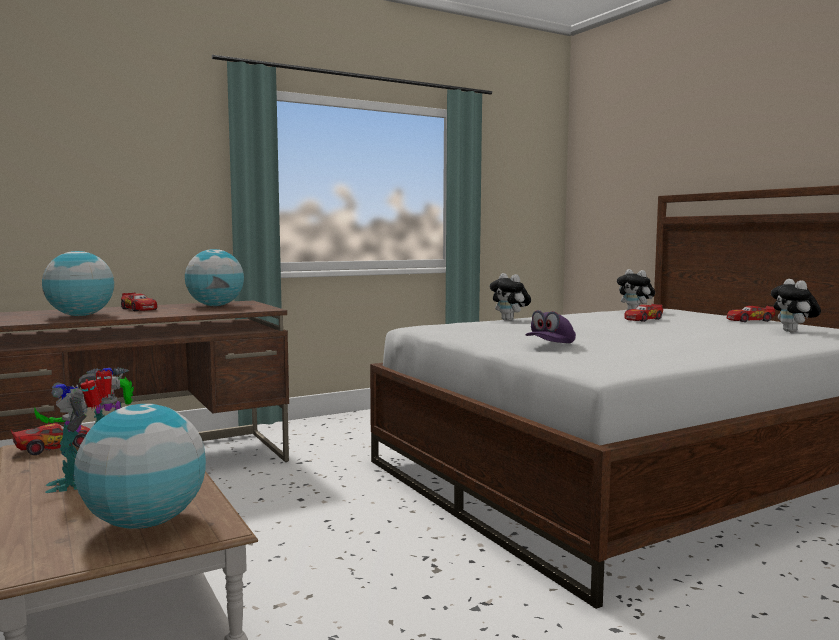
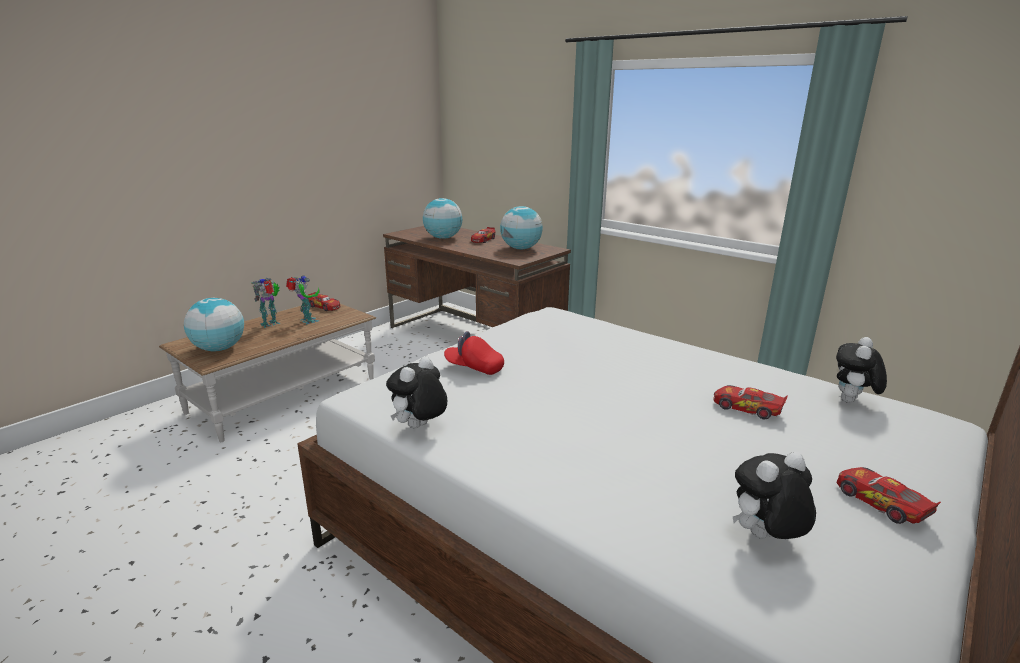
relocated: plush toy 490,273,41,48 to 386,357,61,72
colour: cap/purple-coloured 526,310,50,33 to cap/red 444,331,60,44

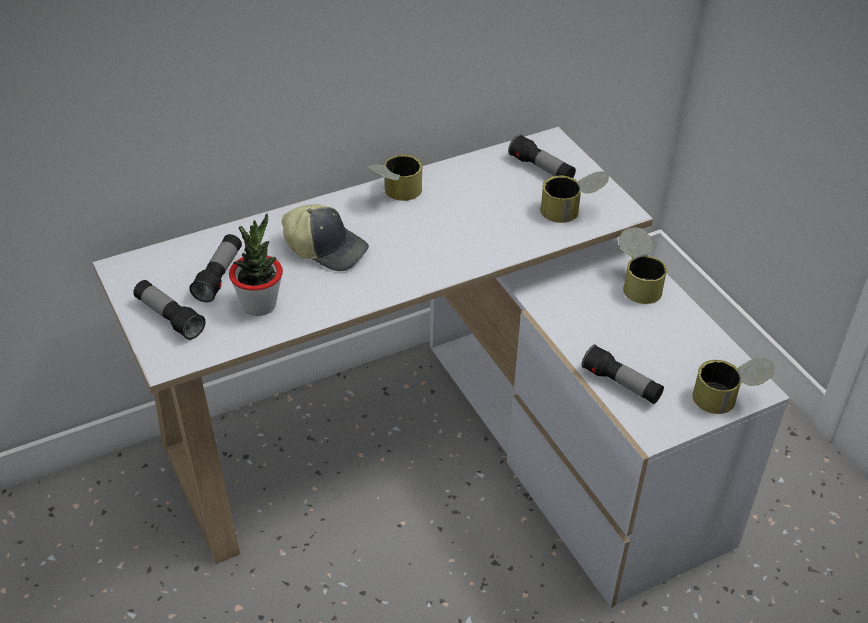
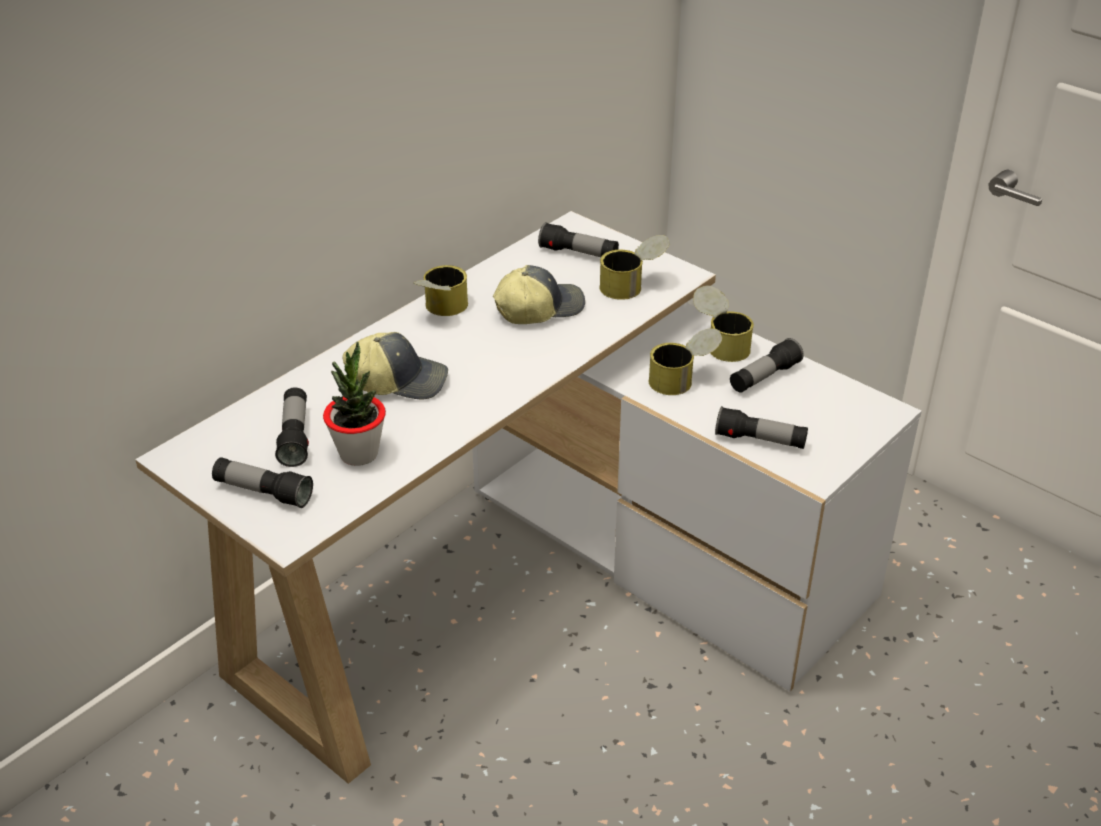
appeared: cap 493,265,92,59; flashlight 730,338,74,55
relocated: can 692,358,83,56 to 649,328,73,67

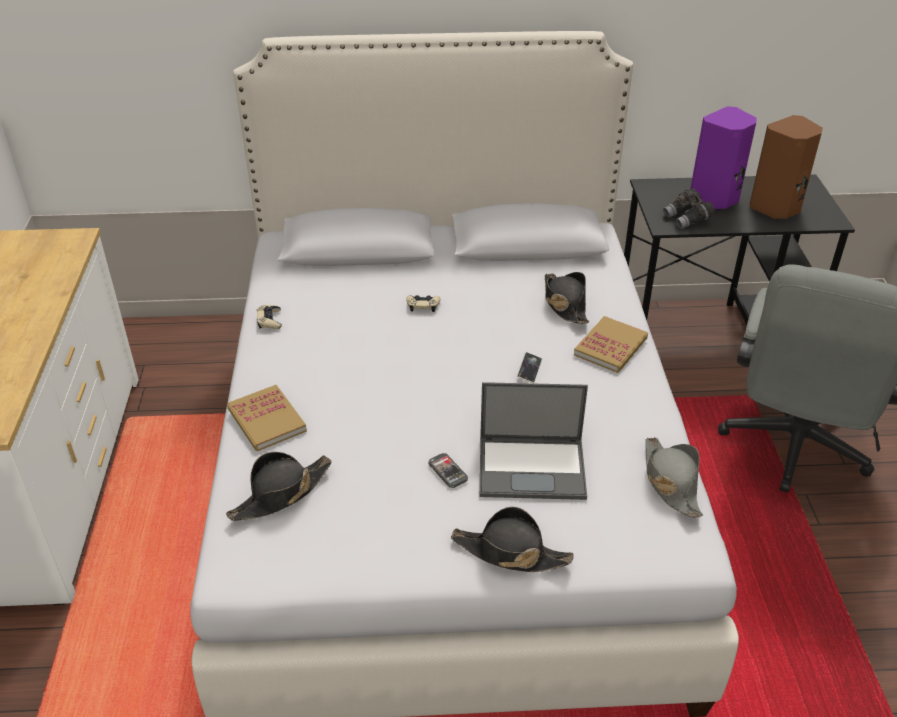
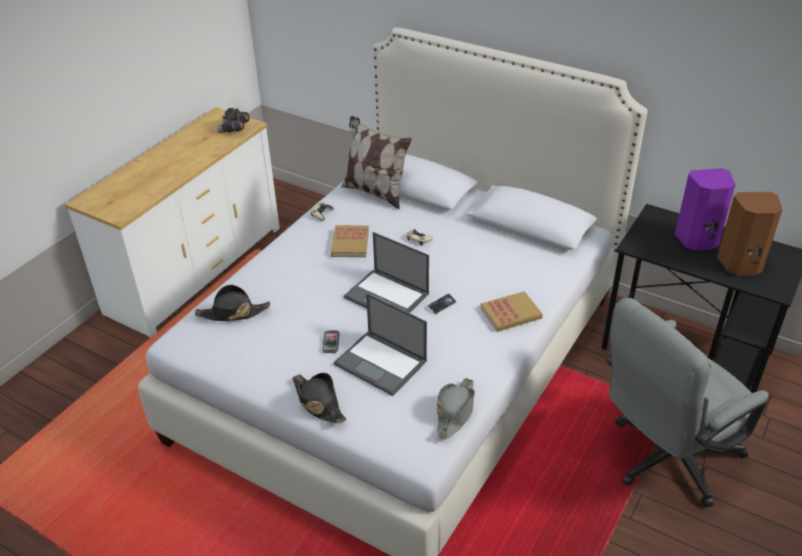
missing: clothing hat/blackish 545,272,44,52
appeared: throw pillow 341,116,71,93; laptop 344,232,85,81
relocated: binoculars/grey 663,189,52,40 to 217,108,33,25; book 227,385,80,66 to 331,225,38,32

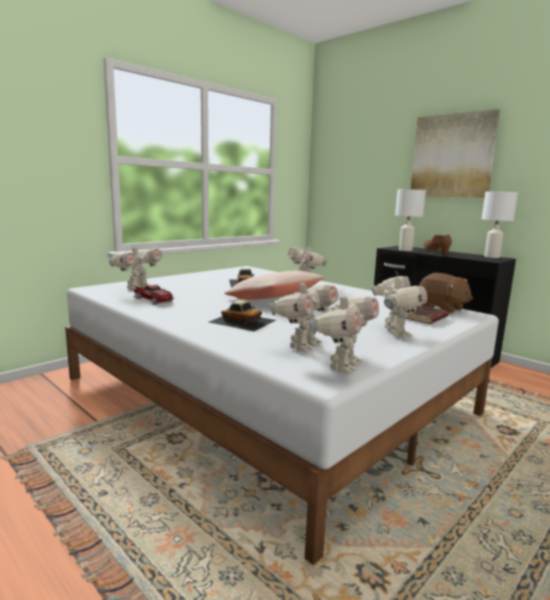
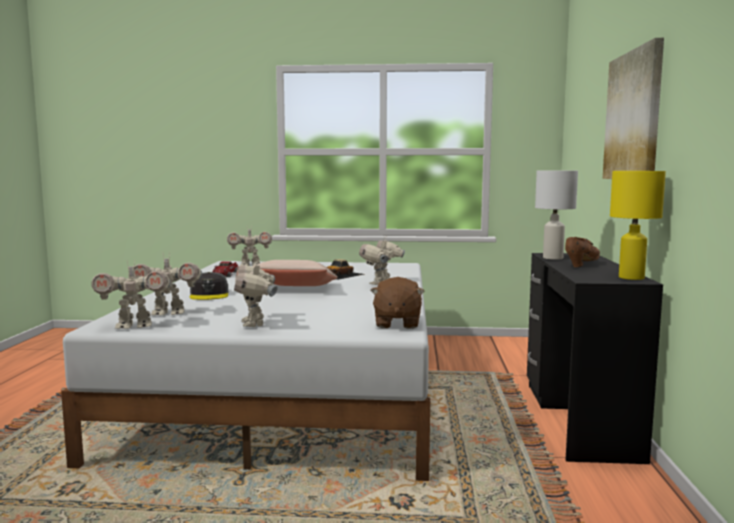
missing: book/brown 406,305,43,19
exchanged: toy car 209,300,67,31 to cap/grey 190,272,38,28
colour: tabletop lamp/whitish 482,191,36,67 to tabletop lamp/yellowish 610,171,56,109
spun: model robot 372,271,56,66 = 234,258,44,69 120 degrees clockwise

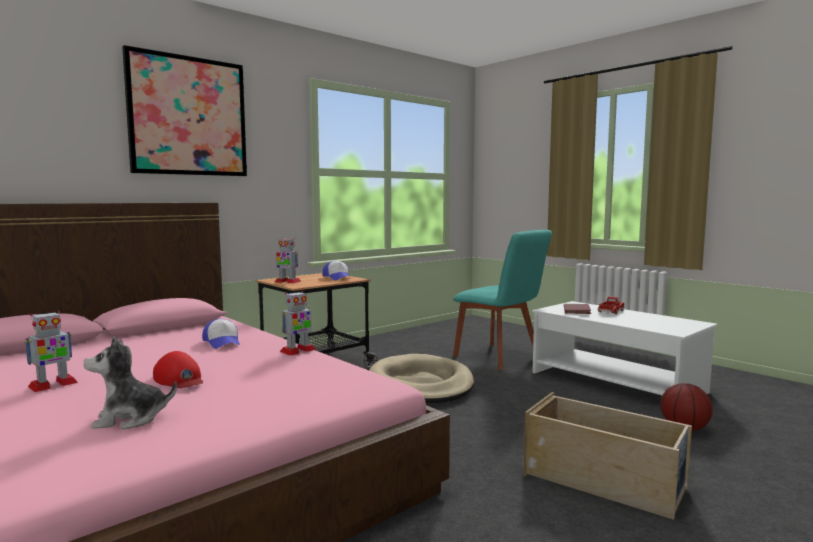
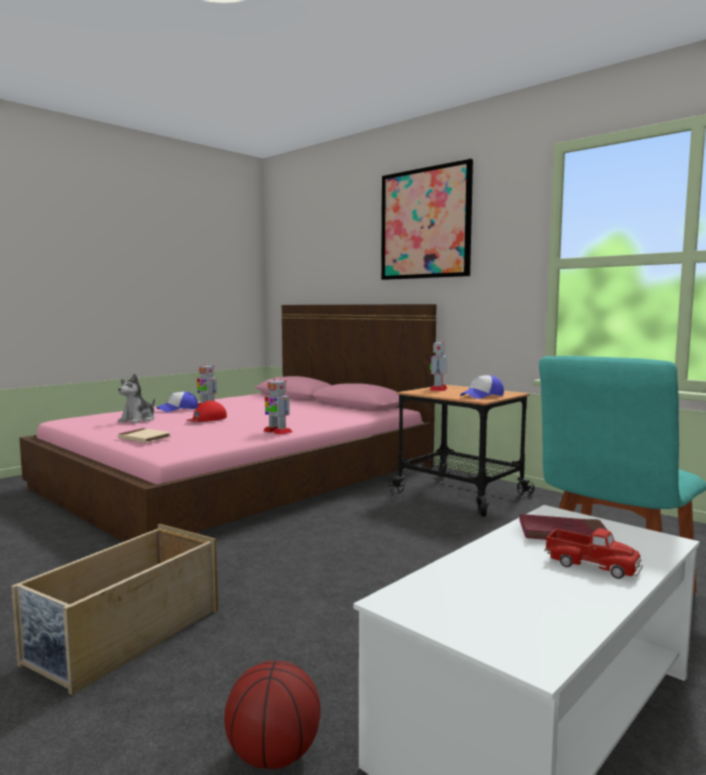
missing: dog bed/sand-coloured 369,354,105,49
appeared: book/sand-coloured 118,428,54,15
relocated: cap 202,319,38,30 to 157,392,41,20
spun: plush toy 84,336,93,94 = 118,374,37,49 135 degrees counterclockwise

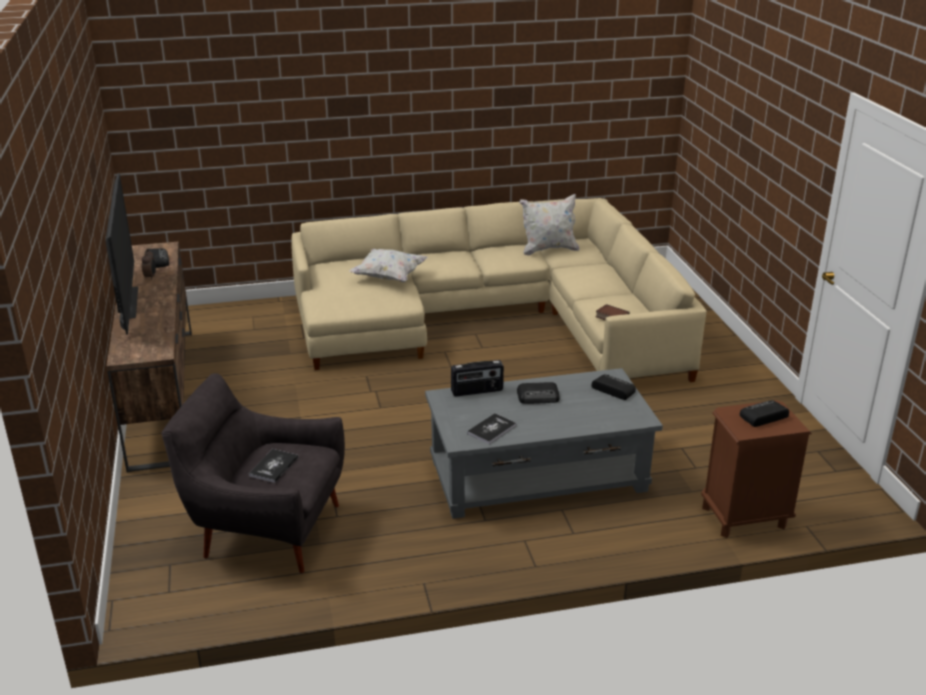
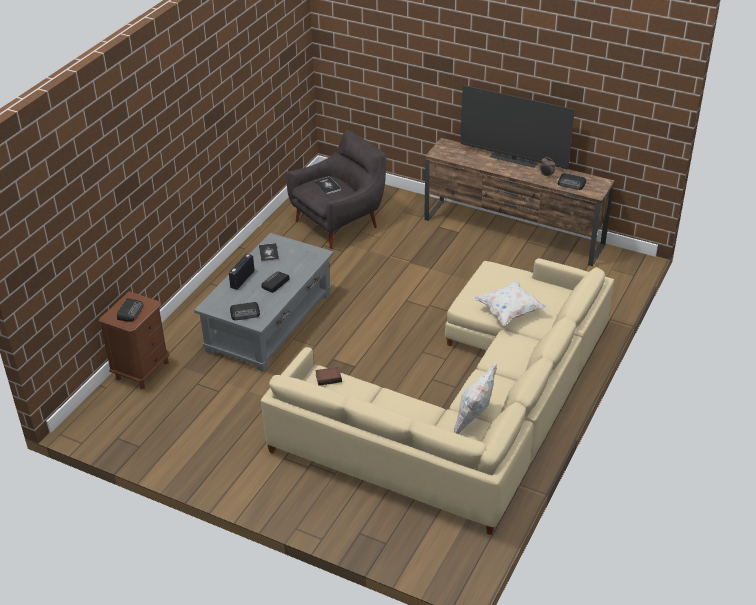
relocated: radio set 451,360,53,36 to 229,254,25,36

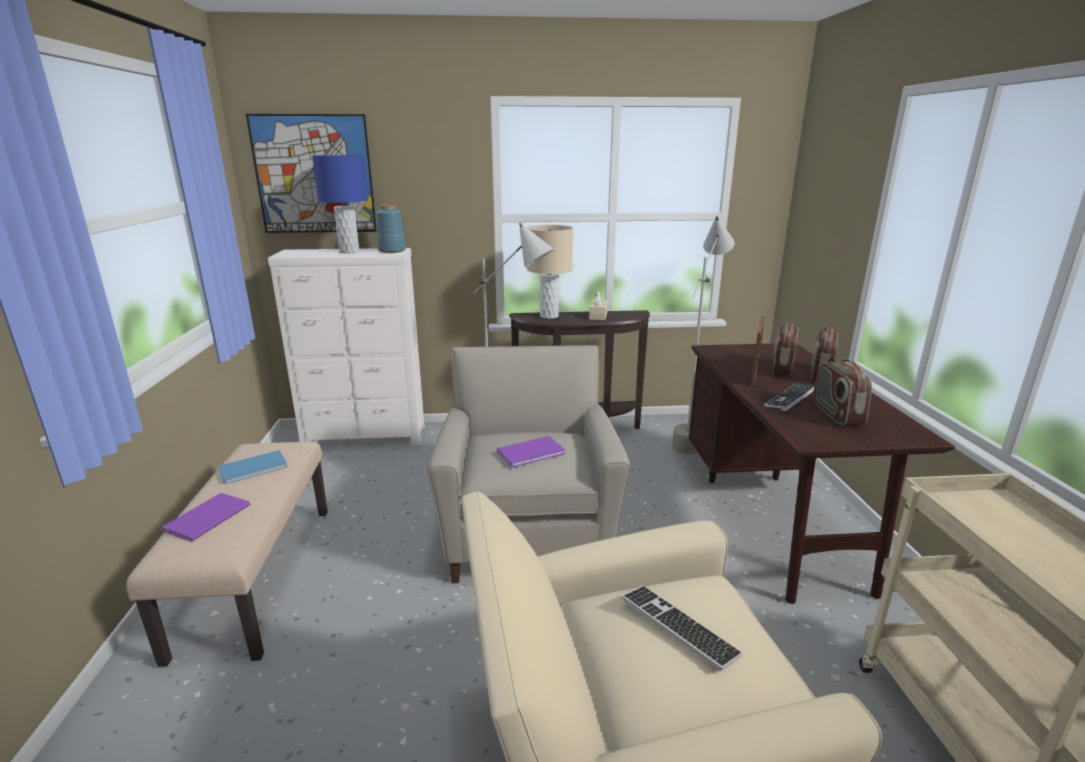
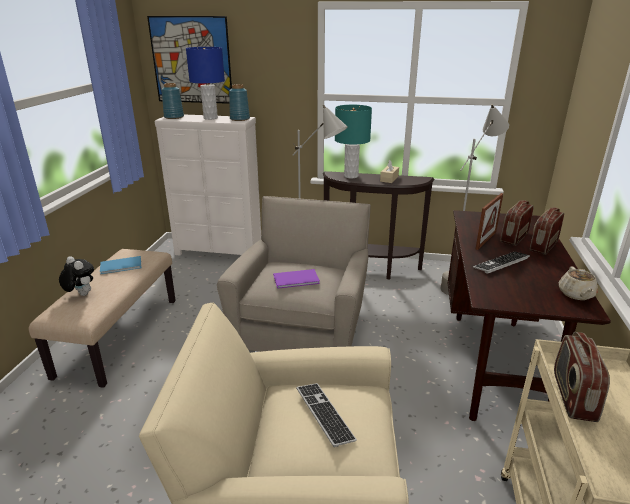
appeared: flower vase/blue-coloured 162,83,22,36; teapot/sand-coloured 559,266,39,34
relocated: radio set 813,358,59,68 to 554,332,56,90
exchanged: book/purple-coloured 162,493,88,49 to plush toy 59,256,35,40
colour: tabletop lamp/sand-coloured 527,225,46,94 to tabletop lamp/turquoise-coloured 335,105,37,73

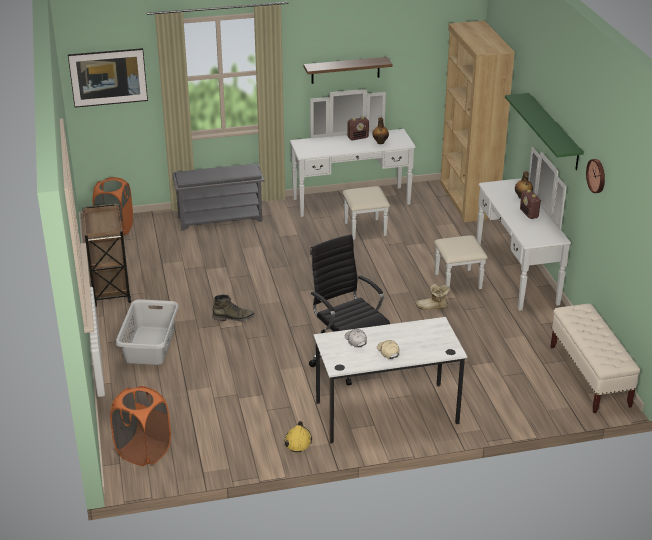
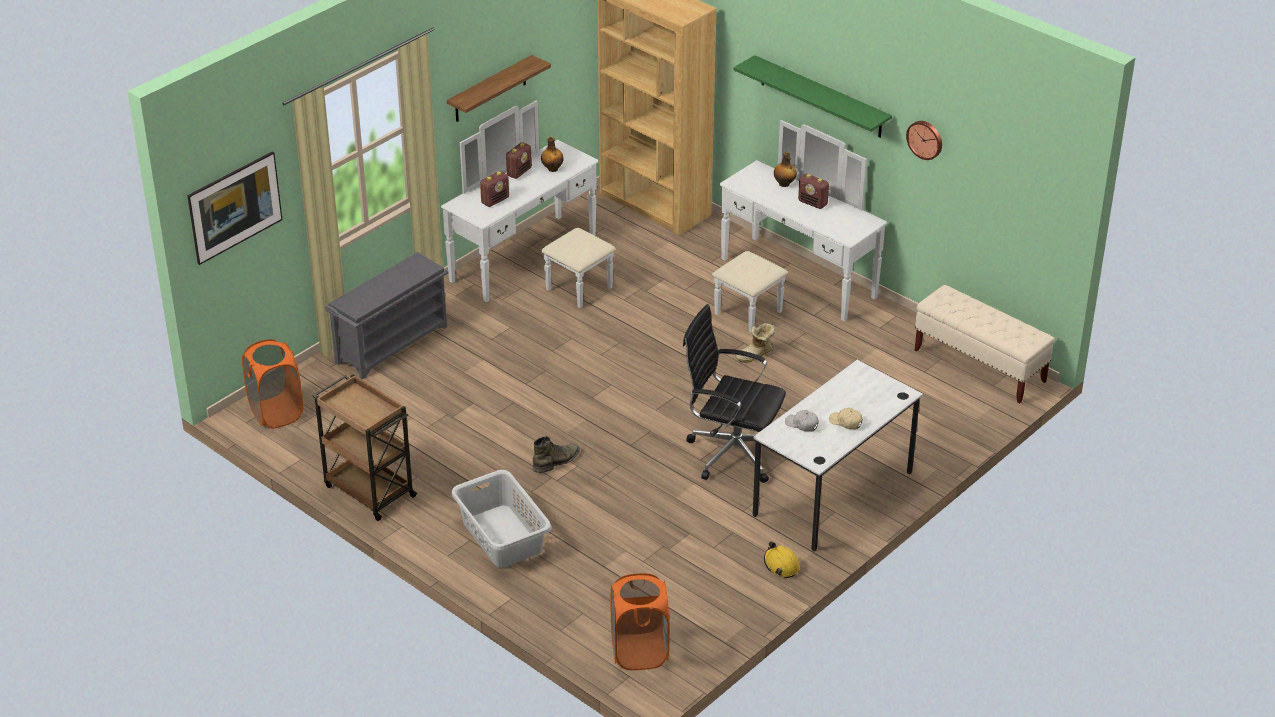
appeared: radio set 480,171,29,36

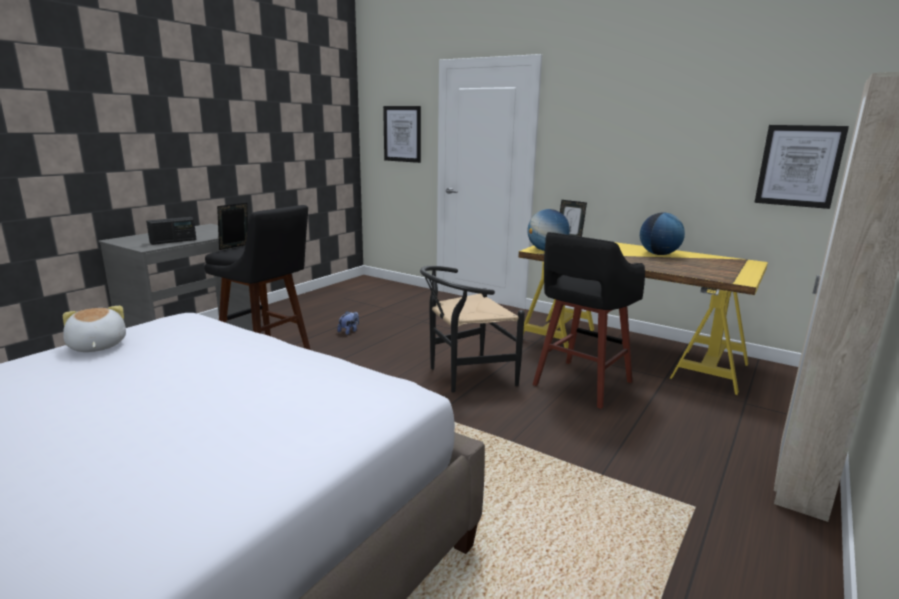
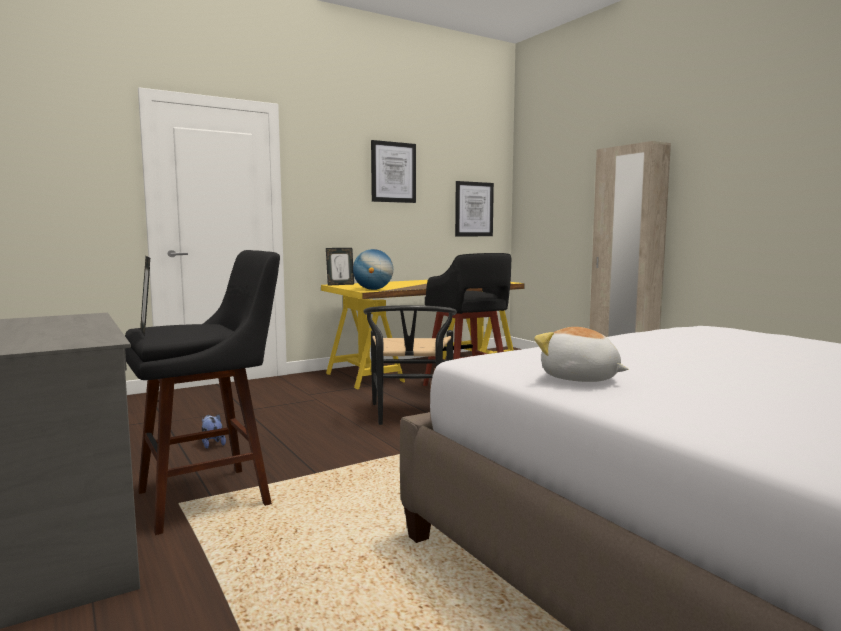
missing: radio set 146,217,51,28; world globe 640,212,45,43
relocated: picture 383,106,38,57 to 371,140,45,63
spun: plush toy 63,306,63,46 = 534,327,94,55 45 degrees clockwise

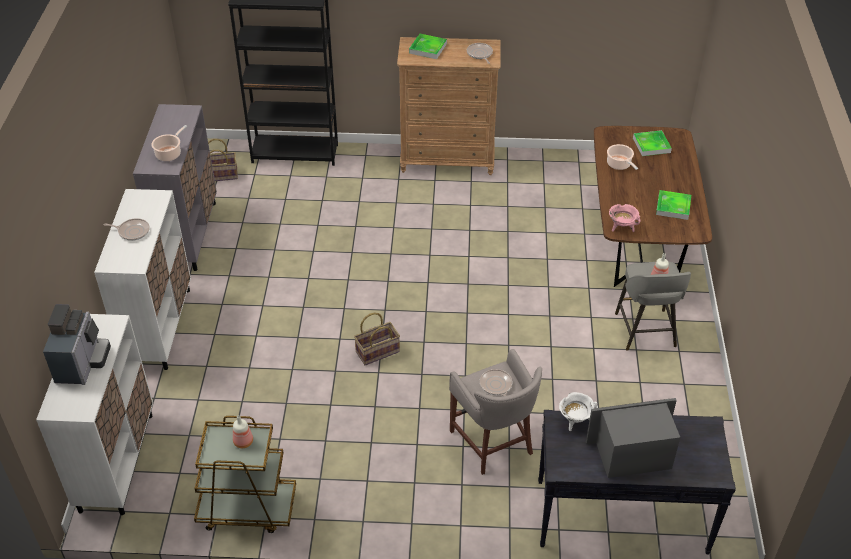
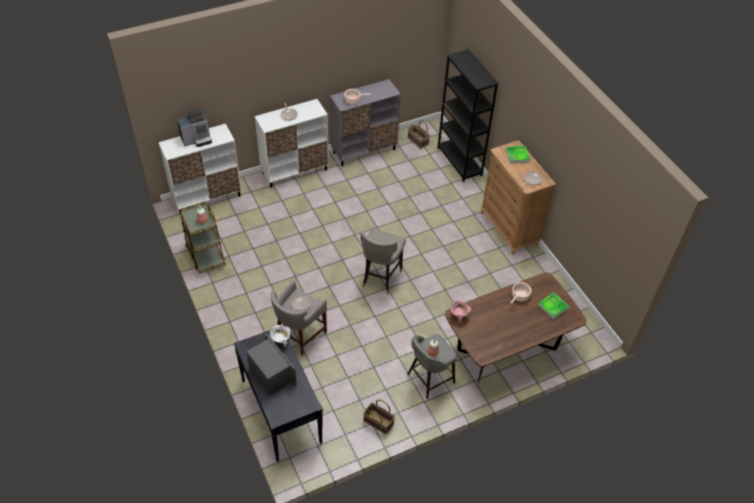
missing: carrying tray 656,190,35,30
appeared: stool seat/grey 361,229,45,66
relocated: household basket 354,312,46,53 to 363,399,32,36

